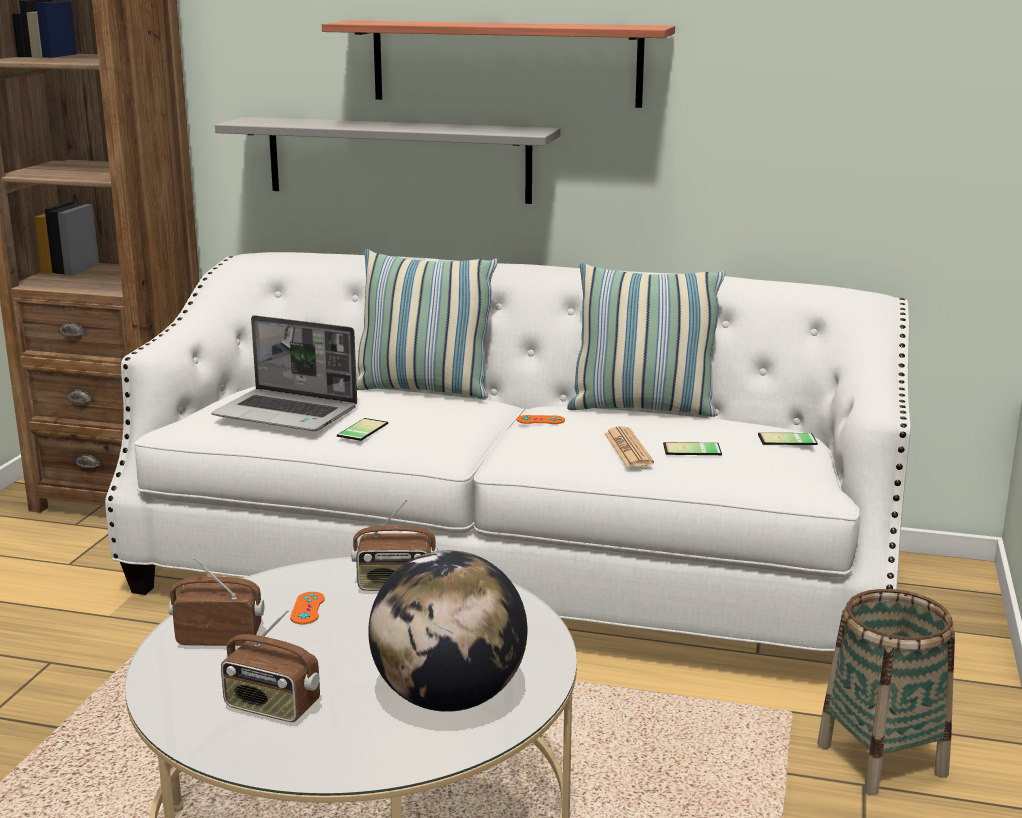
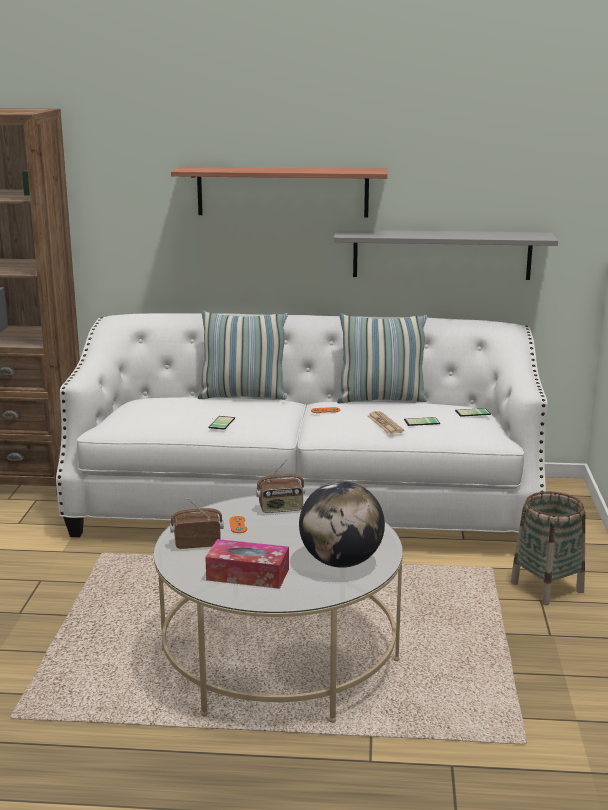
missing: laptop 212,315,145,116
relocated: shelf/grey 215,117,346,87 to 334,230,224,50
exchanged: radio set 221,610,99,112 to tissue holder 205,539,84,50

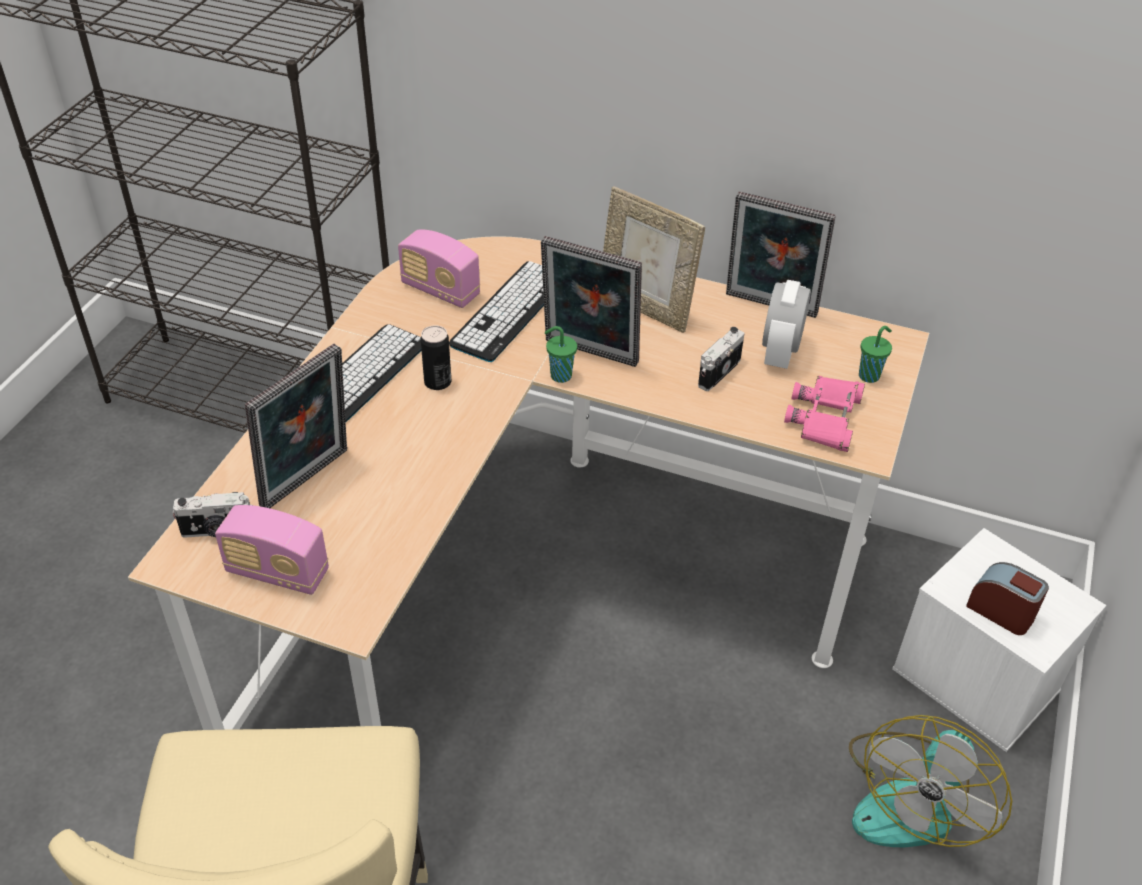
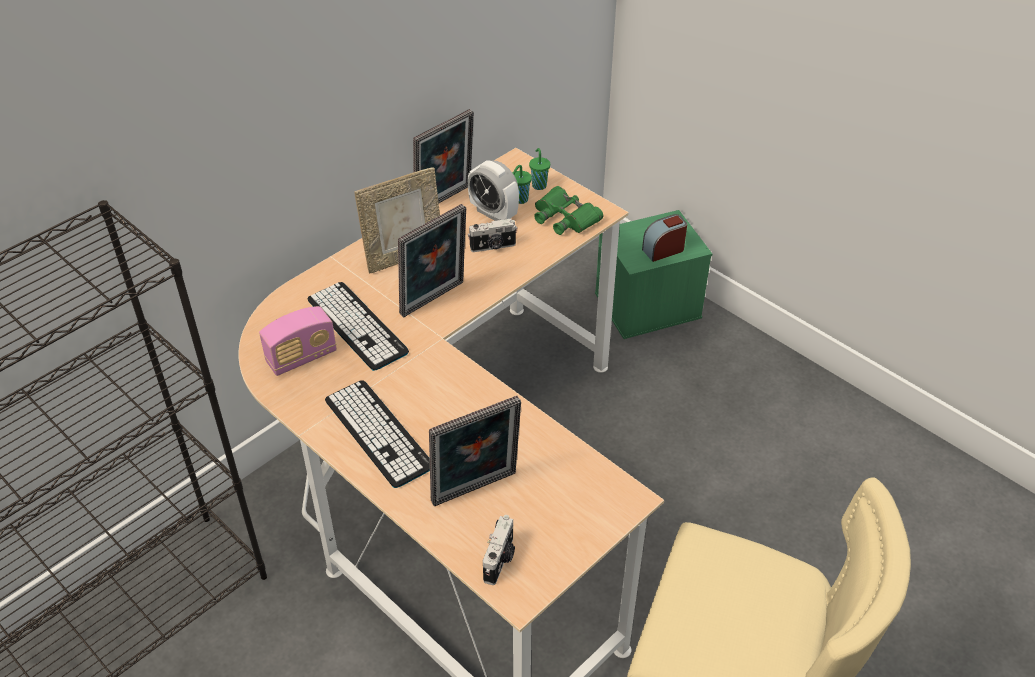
missing: radio set 215,505,114,90; can 420,325,31,65; fan 849,715,163,132
relocated: drinking cup/green-coloured 545,326,32,57 to 513,165,19,39
colour: binoculars/pinkish 784,376,81,76 to binoculars/green-coloured 534,186,69,49; storage box/whitish 892,528,215,224 to storage box/green-coloured 595,210,117,129
spun: picture frame 245,344,102,164 = 429,396,92,110 90 degrees clockwise; still camera 698,327,46,64 = 468,219,49,33 75 degrees counterclockwise

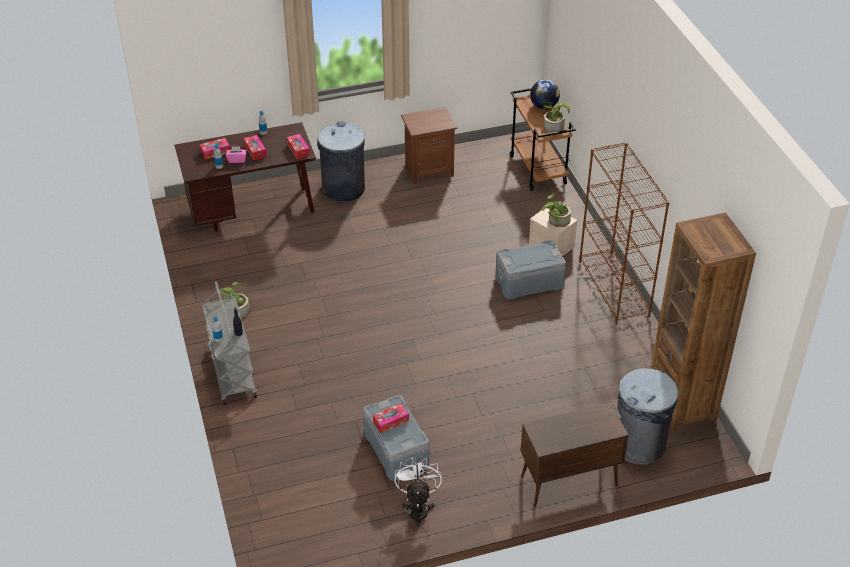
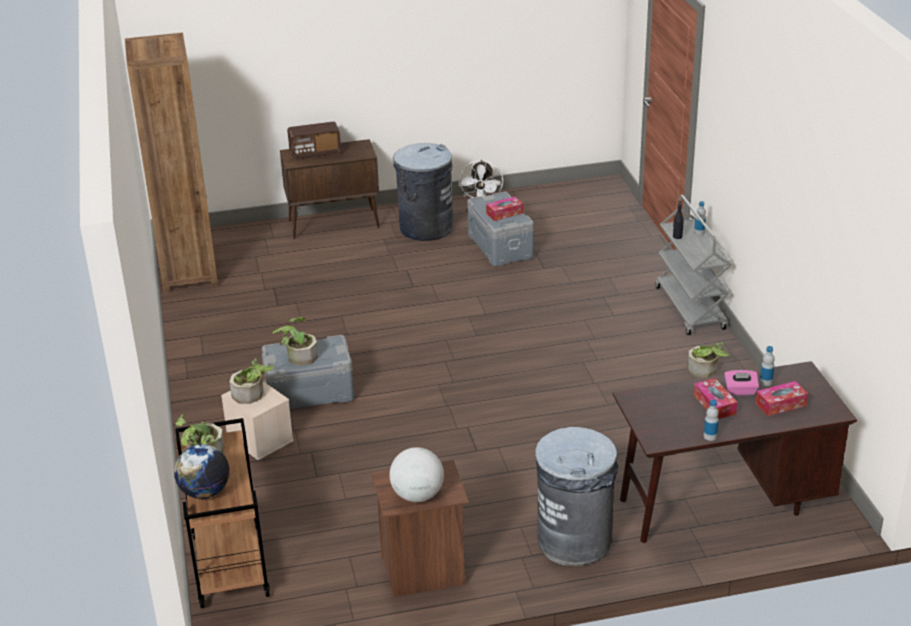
missing: tissue holder 287,134,23,25; shelving unit/brown 579,142,91,183
appeared: houseplant 273,317,45,49; radio set 287,122,54,38; world globe 389,447,55,55
relocated: trash can/grey 616,368,62,97 to 393,143,60,98

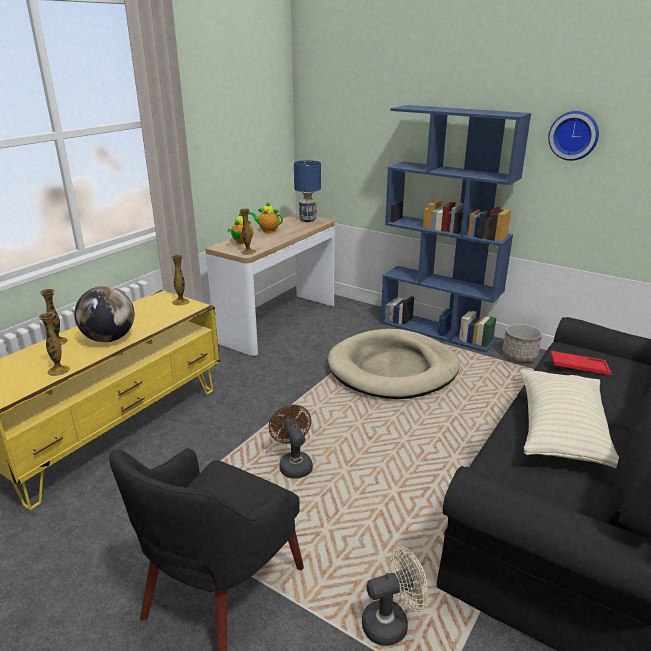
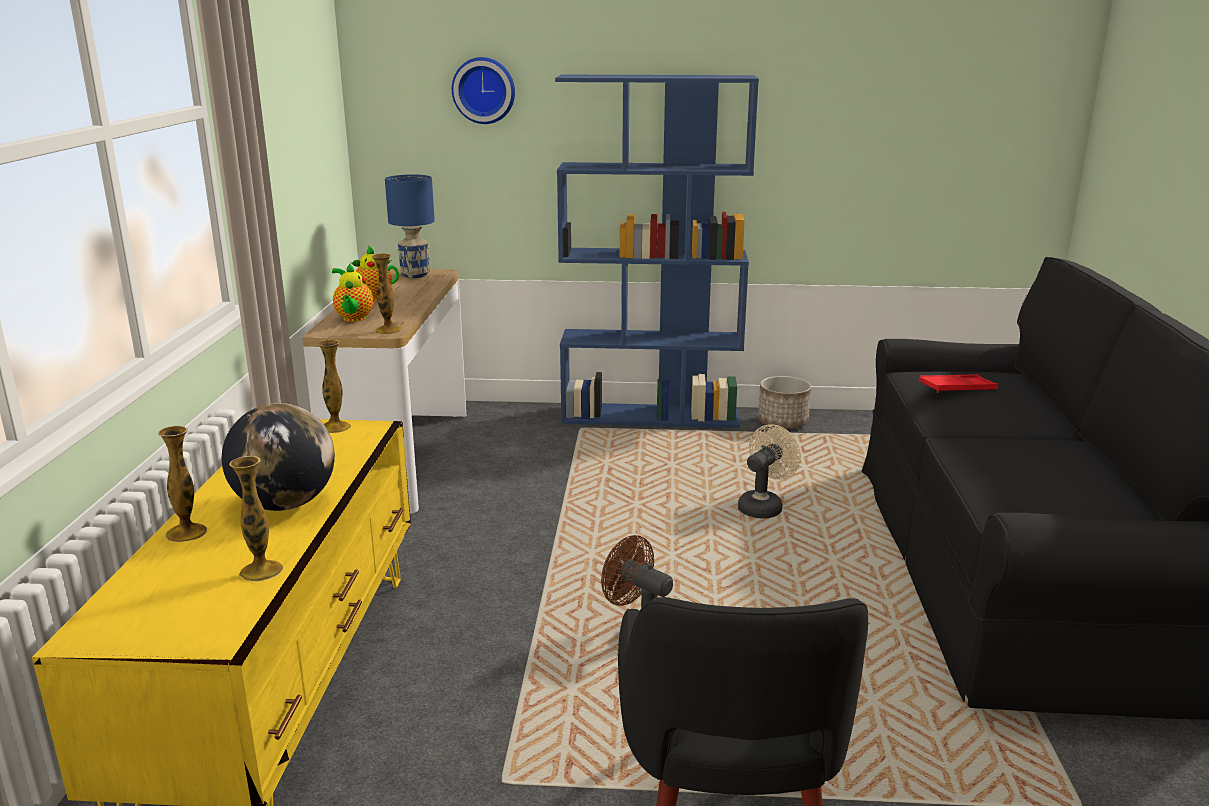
missing: dog bed/sand-coloured 328,329,132,70; throw pillow/sand-coloured 520,369,99,99
relocated: hanging clock 548,111,51,50 to 452,57,63,67; fan/sand-coloured 362,547,66,99 to 738,424,63,94

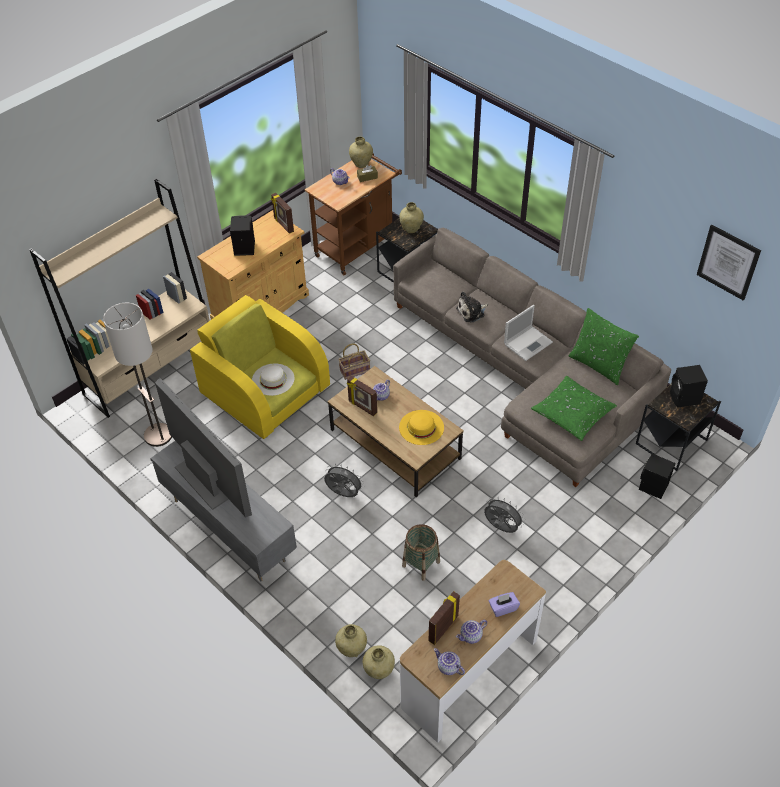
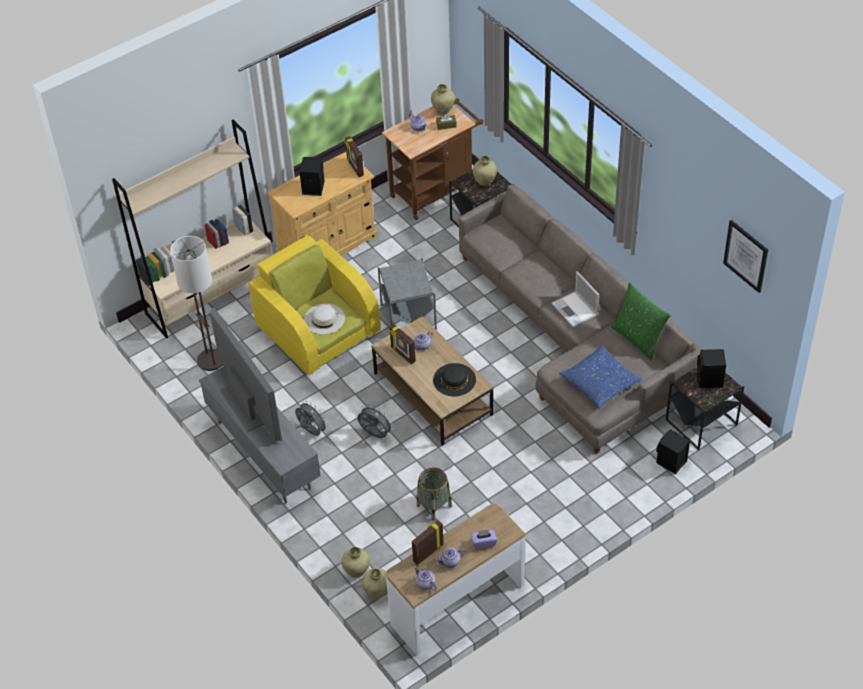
missing: plush toy 456,291,32,31
relocated: fan/grey 484,497,41,36 to 295,401,34,35
exchanged: household basket 338,343,32,37 to end table/grey 378,258,59,72
colour: clothing hat/yellowish 399,410,45,35 to clothing hat/blackish 433,363,43,33; throw pillow/green-coloured 531,376,86,65 to throw pillow/blue-coloured 559,346,83,63
spun: laptop 504,305,49,56 = 551,271,48,56 90 degrees clockwise

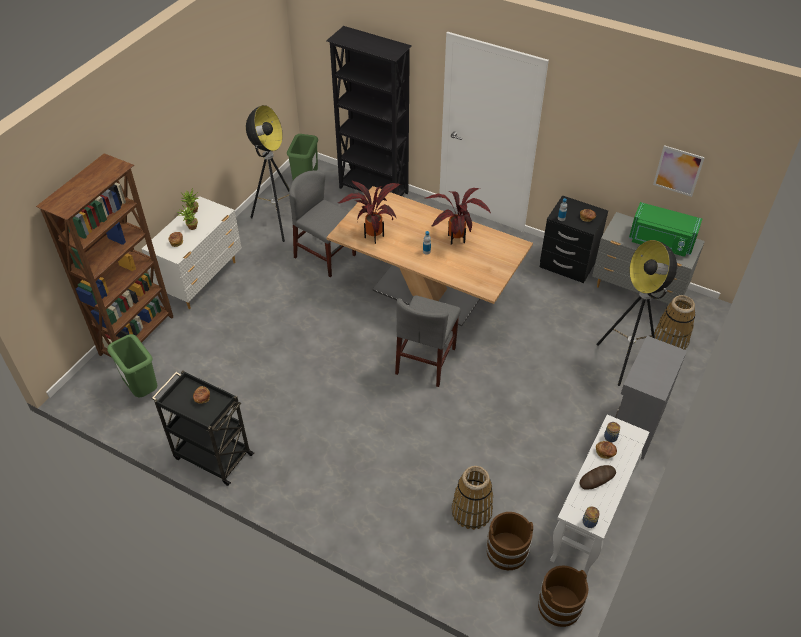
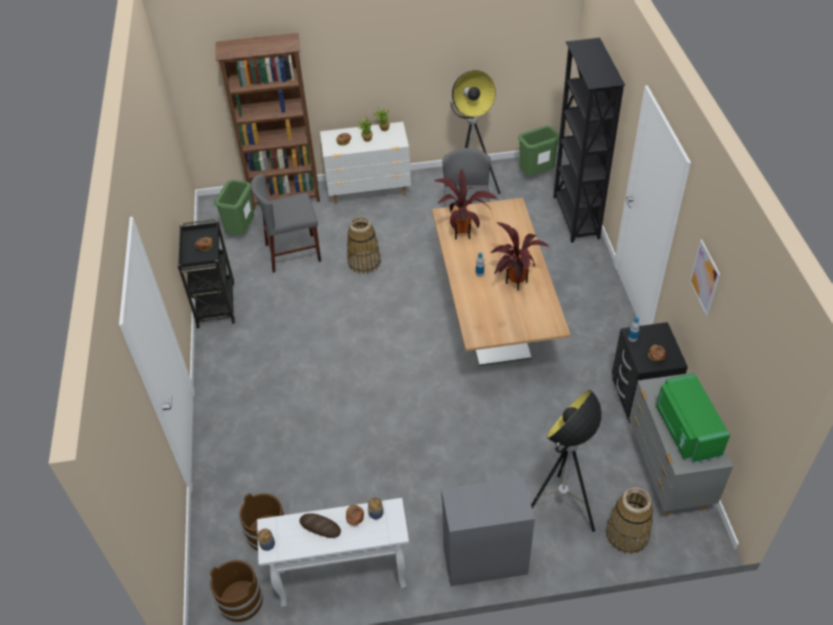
relocated: upright chair/grey 395,295,66,92 to 251,174,70,99; household basket 451,466,42,64 to 347,216,34,58; picture 653,145,52,52 to 689,240,31,76

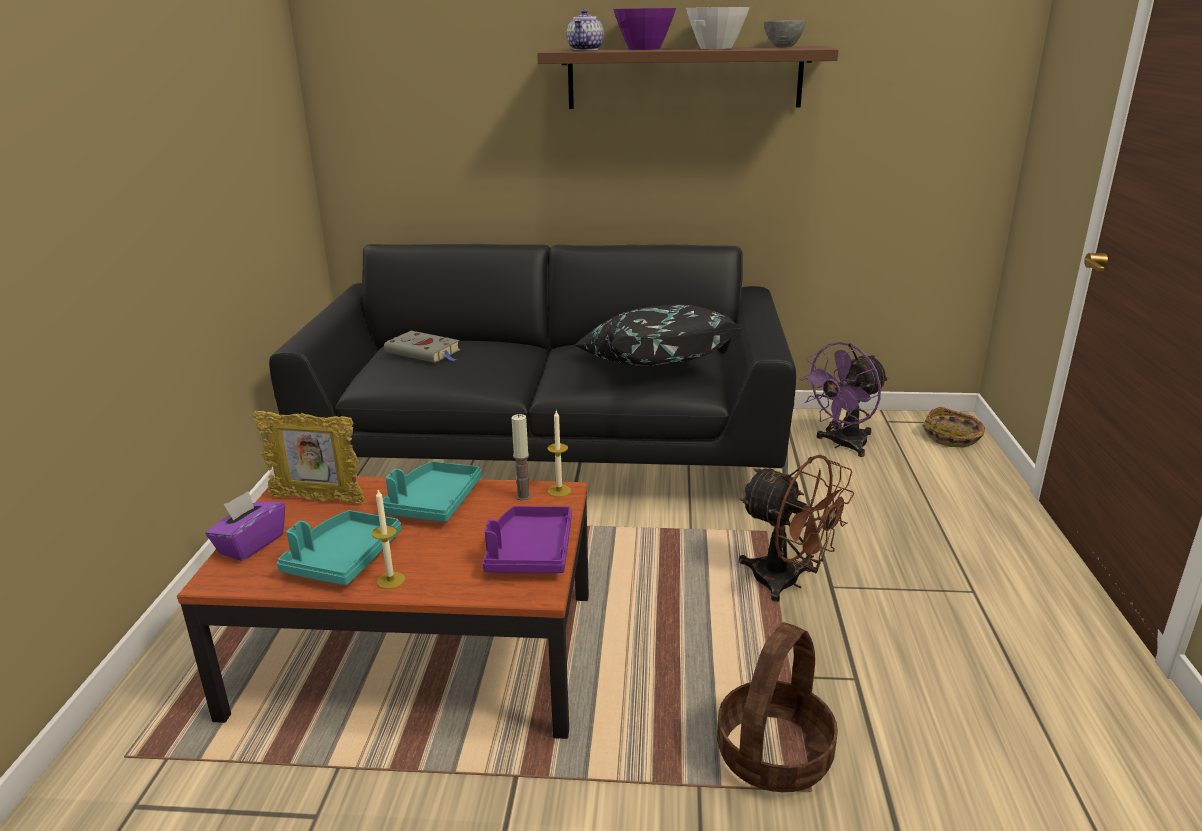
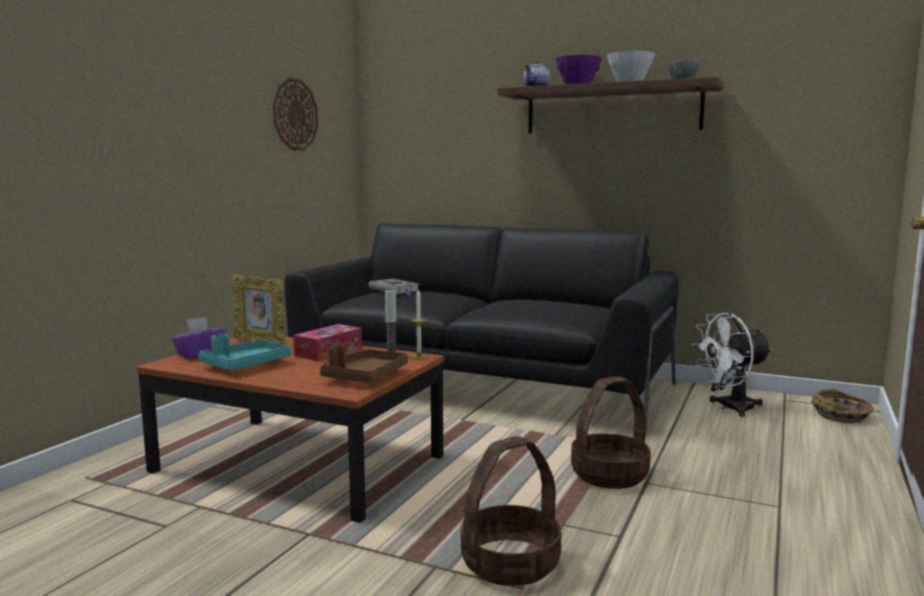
missing: wax candle 372,490,33,99; throw pillow/blackish 575,304,168,61
appeared: hanging clock 273,78,45,73
exchanged: carrying tray/turquoise-coloured 383,461,99,61 to tissue holder 293,324,69,37; fan/brown 739,455,116,147 to household basket 571,376,80,113
colour: carrying tray/purple-coloured 483,506,89,67 to carrying tray/brown 320,345,88,37; fan/purple-coloured 800,342,88,115 to fan/whitish 692,312,80,105

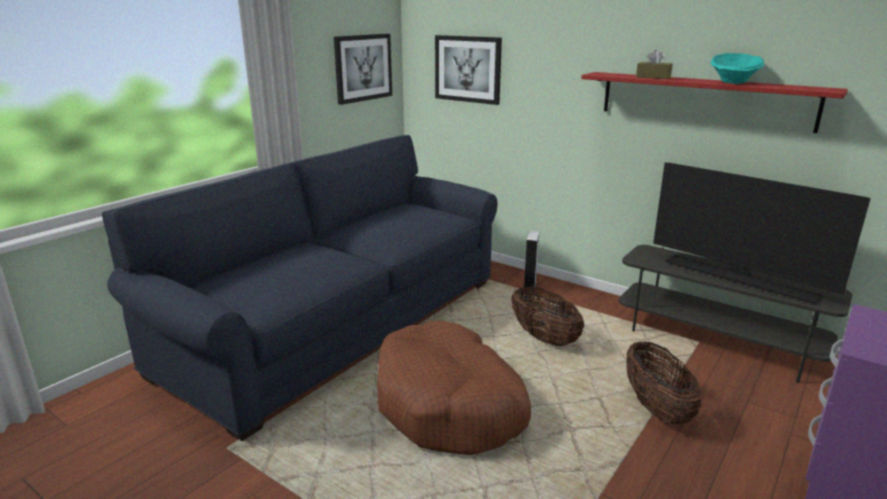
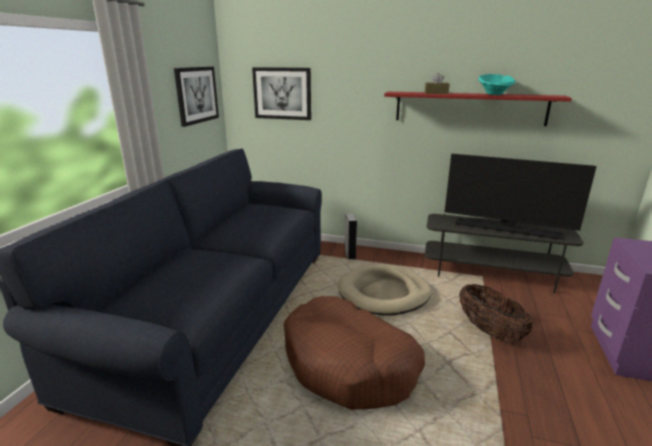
exchanged: household basket 511,286,73,60 to dog bed/sand-coloured 338,264,94,51

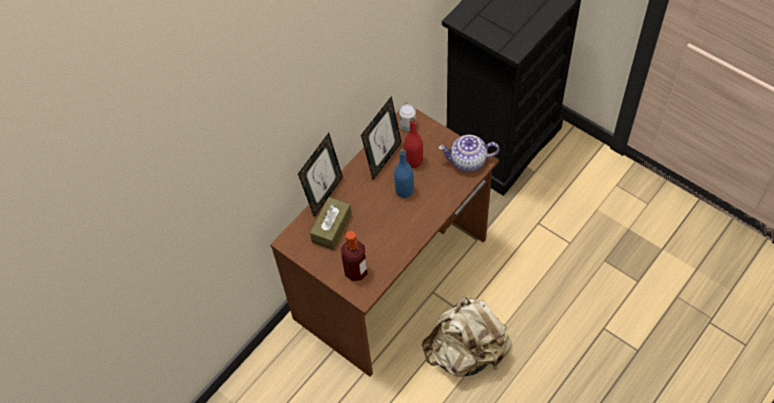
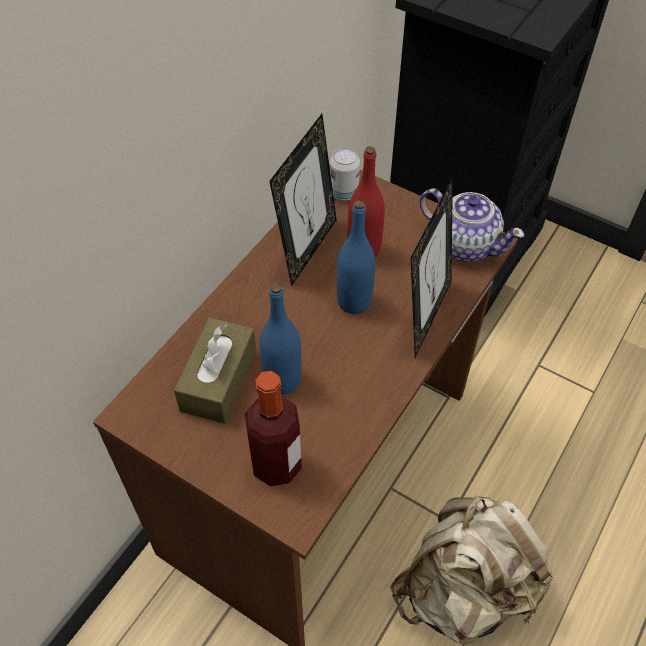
appeared: bottle/blue-coloured 260,283,42,111
relocated: picture frame 298,133,45,84 to 411,177,42,181
spun: teapot 438,135,61,37 = 419,188,106,74 135 degrees counterclockwise

